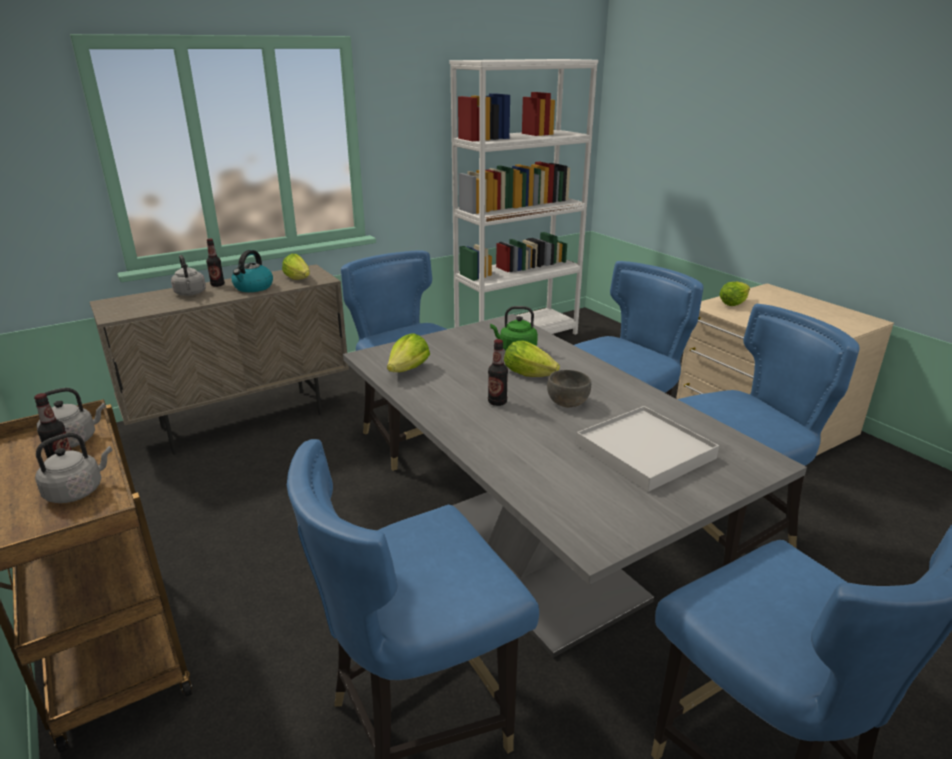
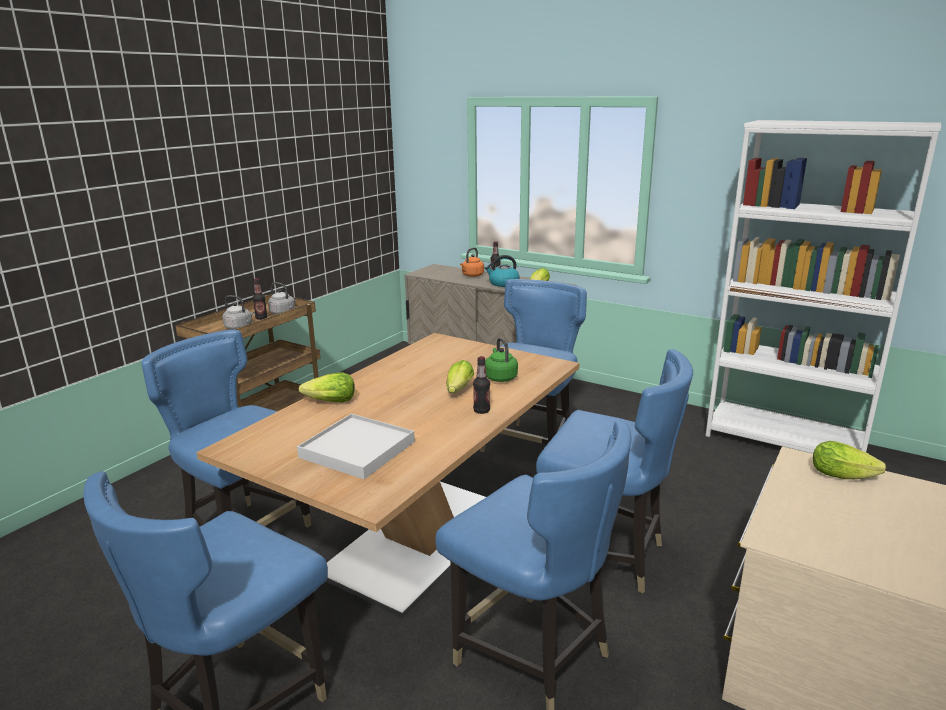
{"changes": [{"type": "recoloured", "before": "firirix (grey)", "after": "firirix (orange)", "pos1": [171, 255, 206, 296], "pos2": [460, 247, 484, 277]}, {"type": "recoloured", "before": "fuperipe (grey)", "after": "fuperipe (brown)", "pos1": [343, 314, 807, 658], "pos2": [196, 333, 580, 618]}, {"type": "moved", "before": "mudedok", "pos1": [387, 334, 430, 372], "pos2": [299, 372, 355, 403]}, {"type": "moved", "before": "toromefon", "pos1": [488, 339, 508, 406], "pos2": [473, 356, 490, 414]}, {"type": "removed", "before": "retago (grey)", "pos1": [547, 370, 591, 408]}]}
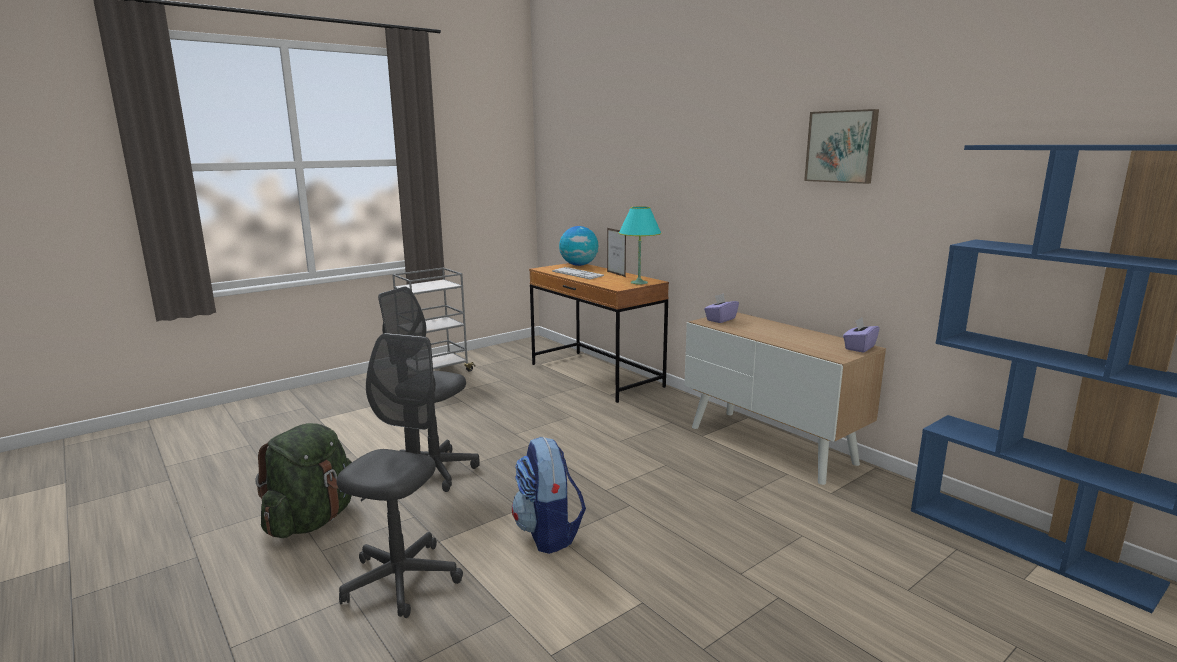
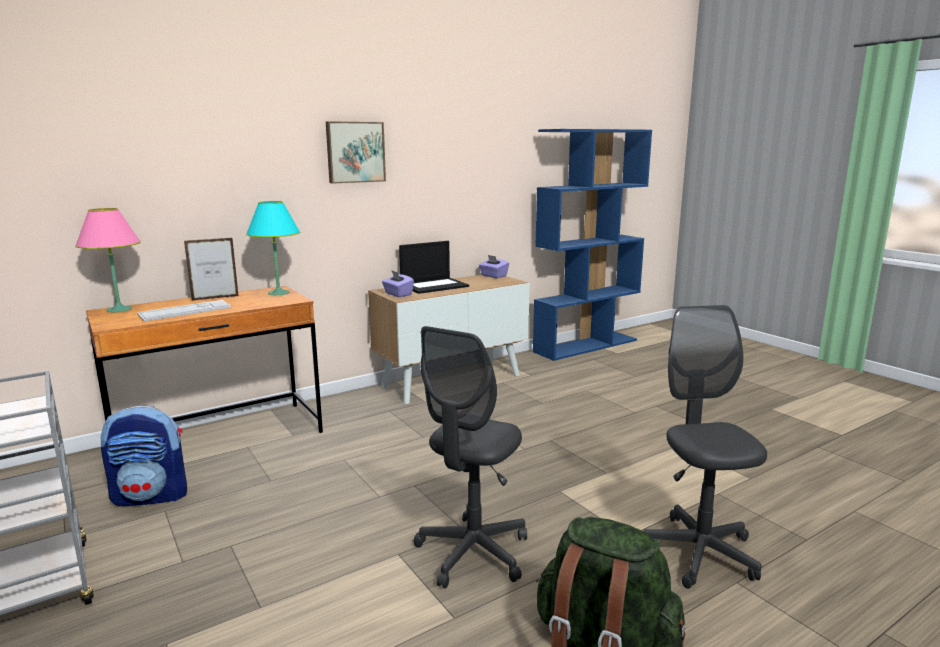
{"changes": [{"type": "moved", "before": "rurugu", "pos1": [804, 109, 879, 184], "pos2": [326, 121, 386, 184]}, {"type": "replaced", "before": "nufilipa", "after": "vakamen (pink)", "pos1": [559, 226, 598, 266], "pos2": [75, 208, 141, 312]}, {"type": "turned", "before": "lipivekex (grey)", "pos1": [336, 333, 463, 618], "pos2": [644, 305, 767, 589], "turn": 60}, {"type": "moved", "before": "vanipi", "pos1": [512, 437, 586, 554], "pos2": [100, 405, 187, 506]}, {"type": "added", "after": "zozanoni", "pos2": [399, 241, 469, 294]}]}
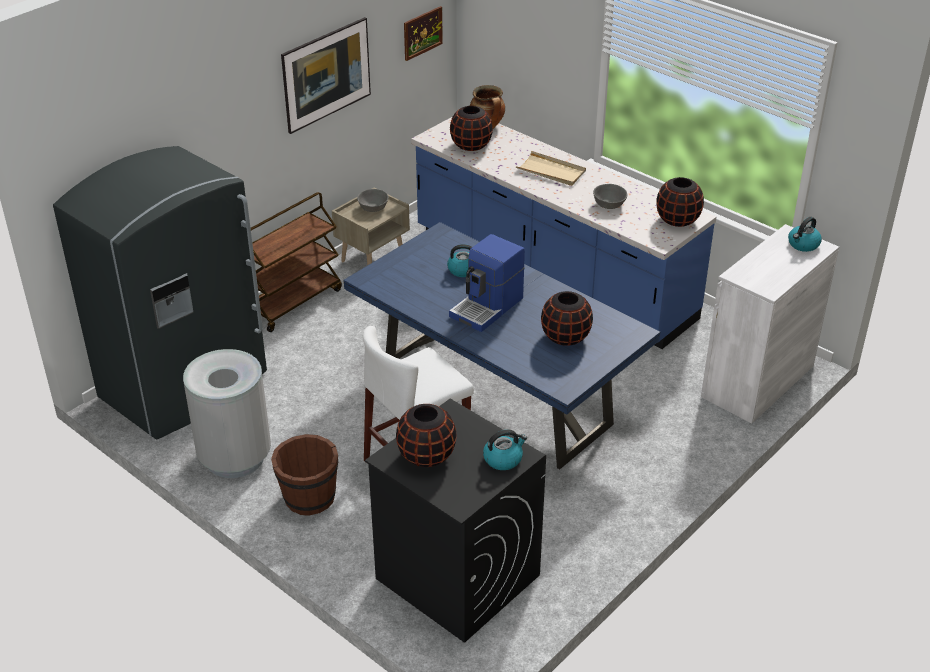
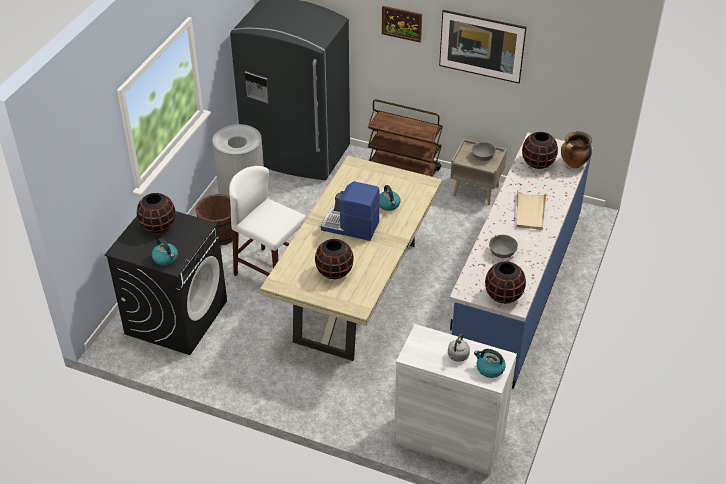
{"changes": [{"type": "moved", "before": "rurugu", "pos1": [404, 6, 443, 61], "pos2": [382, 6, 422, 43]}, {"type": "recoloured", "before": "fuperipe (blue)", "after": "fuperipe (beige)", "pos1": [343, 222, 660, 469], "pos2": [260, 156, 442, 361]}, {"type": "added", "after": "firirix (grey)", "pos2": [448, 334, 470, 362]}]}
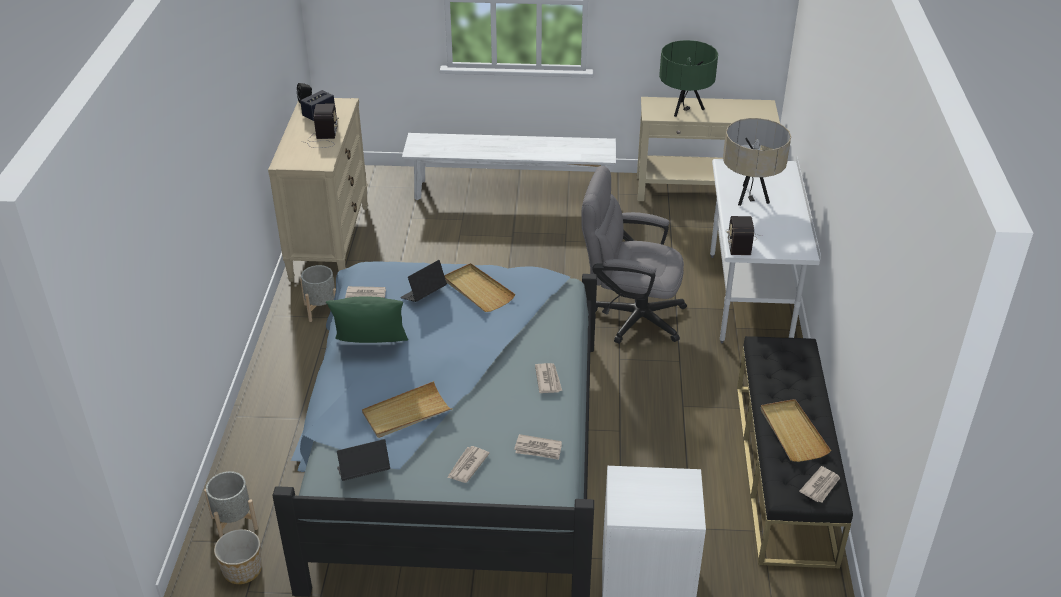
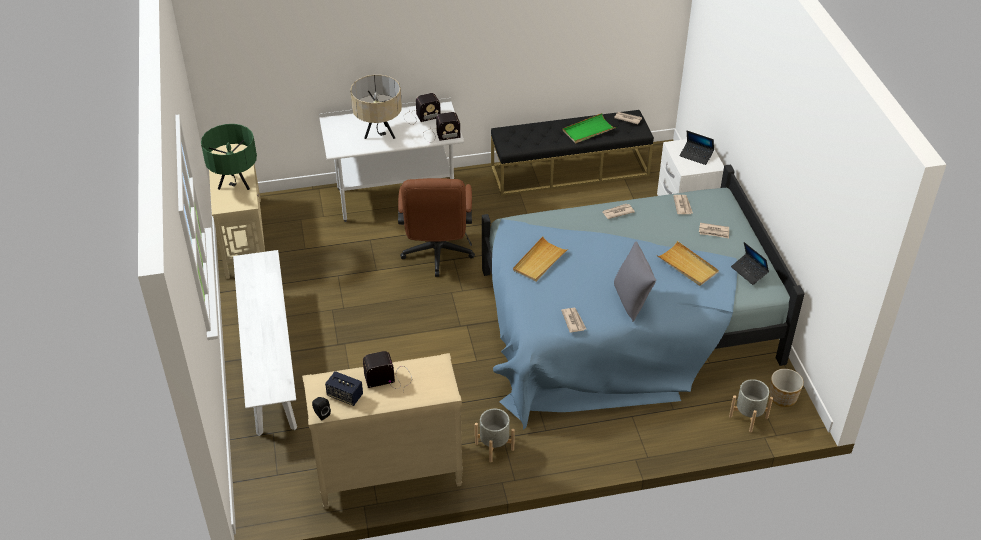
{"changes": [{"type": "recoloured", "before": "lipivekex (grey)", "after": "lipivekex (brown)", "pos1": [582, 166, 687, 344], "pos2": [398, 178, 475, 277]}, {"type": "moved", "before": "zozanoni", "pos1": [400, 260, 447, 302], "pos2": [680, 131, 714, 165]}, {"type": "recoloured", "before": "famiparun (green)", "after": "famiparun (grey)", "pos1": [326, 297, 408, 343], "pos2": [614, 242, 656, 322]}, {"type": "recoloured", "before": "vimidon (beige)", "after": "vimidon (green)", "pos1": [761, 399, 831, 462], "pos2": [563, 113, 616, 143]}, {"type": "added", "after": "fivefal", "pos2": [403, 93, 441, 125]}]}
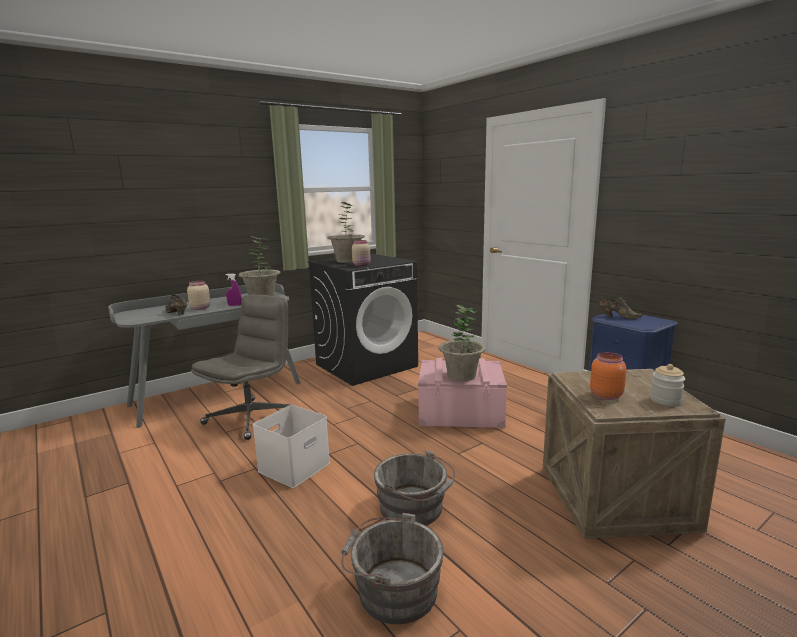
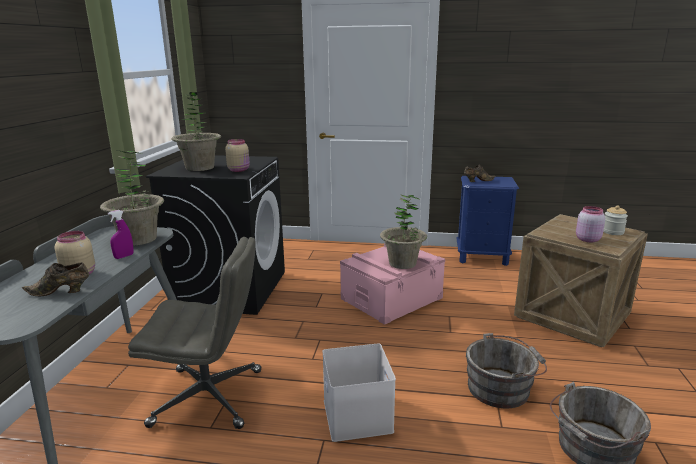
{"changes": [{"type": "turned", "before": "lipivekex (grey)", "pos1": [191, 294, 292, 440], "pos2": [128, 237, 261, 429], "turn": 105}, {"type": "recoloured", "before": "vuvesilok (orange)", "after": "vuvesilok (pink)", "pos1": [590, 352, 627, 400], "pos2": [576, 206, 606, 242]}]}
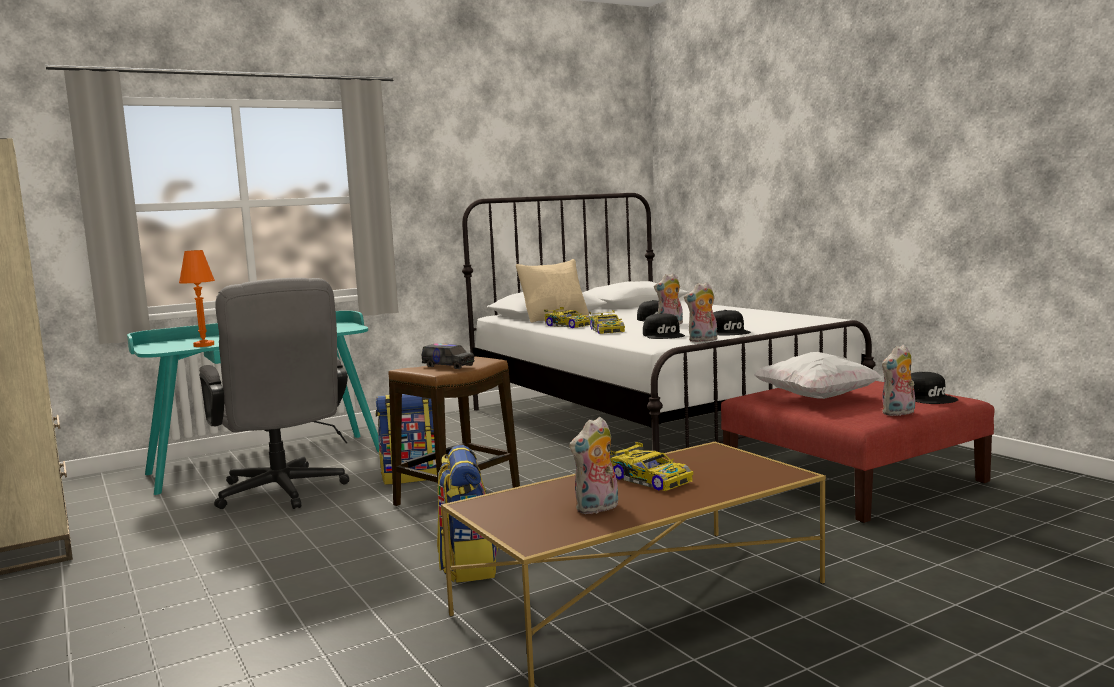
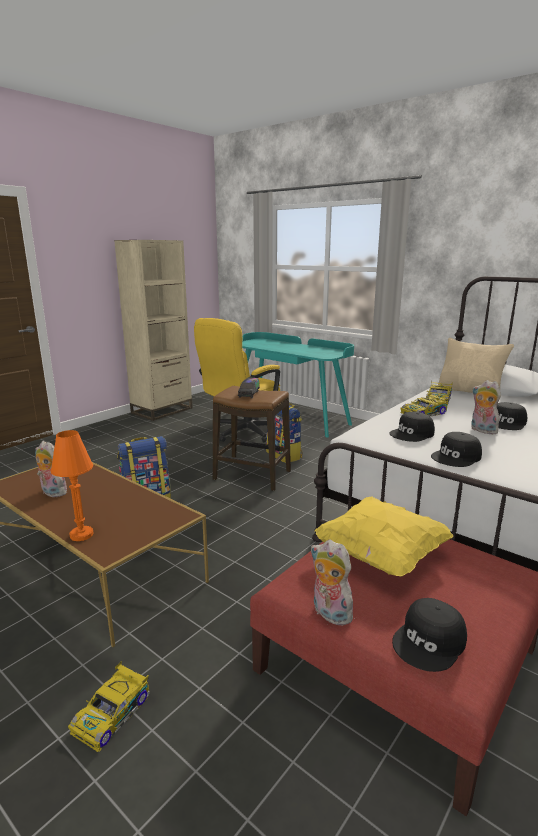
{"changes": [{"type": "moved", "before": "vakamen (orange)", "pos1": [179, 250, 215, 347], "pos2": [51, 430, 93, 541]}, {"type": "recoloured", "before": "lipivekex (grey)", "after": "lipivekex (yellow)", "pos1": [199, 278, 349, 509], "pos2": [194, 318, 281, 443]}, {"type": "removed", "before": "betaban", "pos1": [684, 282, 717, 342]}, {"type": "recoloured", "before": "famiparun (white)", "after": "famiparun (yellow)", "pos1": [754, 352, 882, 399], "pos2": [315, 496, 453, 577]}, {"type": "moved", "before": "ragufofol", "pos1": [610, 442, 693, 491], "pos2": [68, 661, 150, 752]}]}
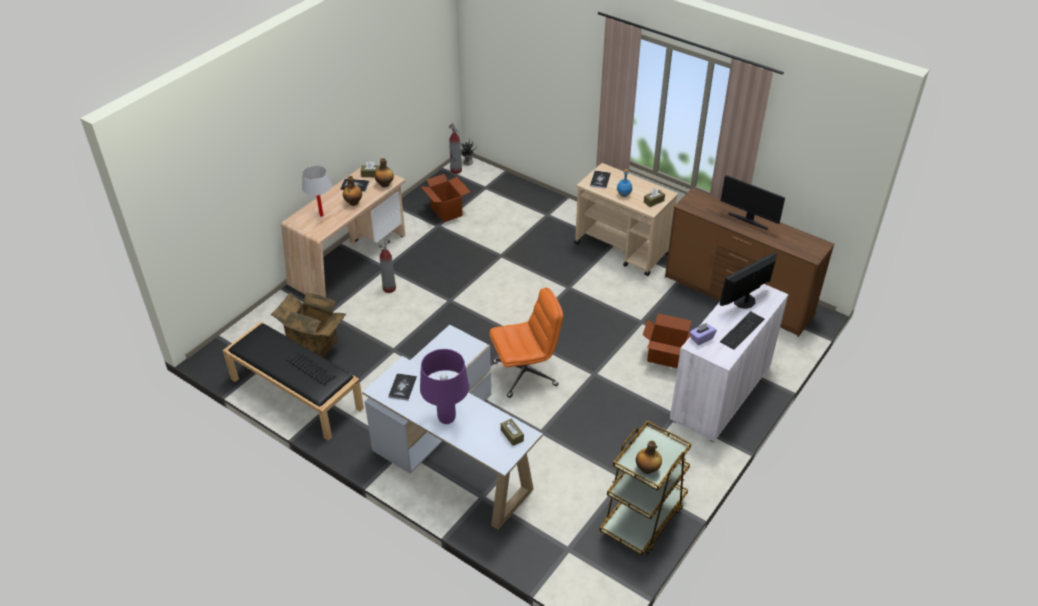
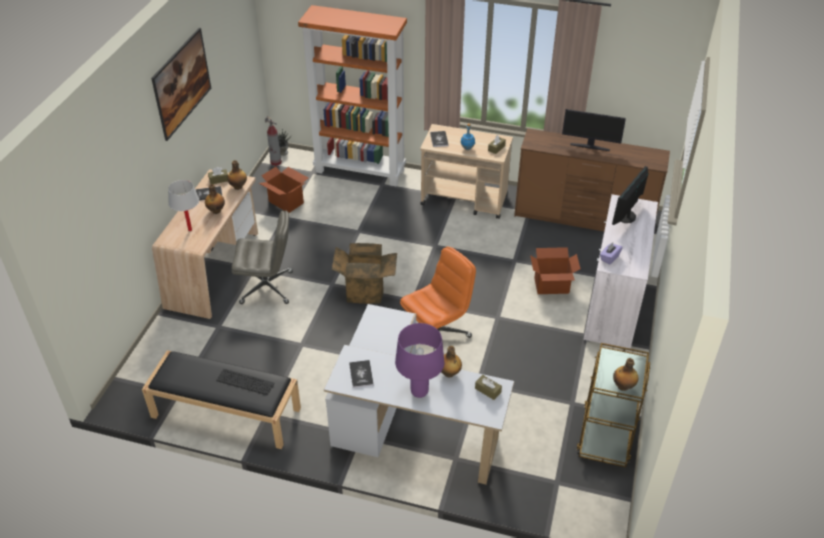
{"changes": [{"type": "replaced", "before": "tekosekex", "after": "lipivekex (grey)", "pos1": [379, 238, 396, 293], "pos2": [231, 211, 293, 304]}, {"type": "moved", "before": "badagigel", "pos1": [271, 292, 346, 358], "pos2": [332, 243, 397, 304]}, {"type": "removed", "before": "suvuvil", "pos1": [720, 311, 764, 350]}, {"type": "added", "after": "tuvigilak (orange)", "pos2": [298, 5, 407, 186]}, {"type": "added", "after": "rurugu", "pos2": [151, 28, 211, 141]}, {"type": "added", "after": "toromefon", "pos2": [441, 346, 462, 377]}]}
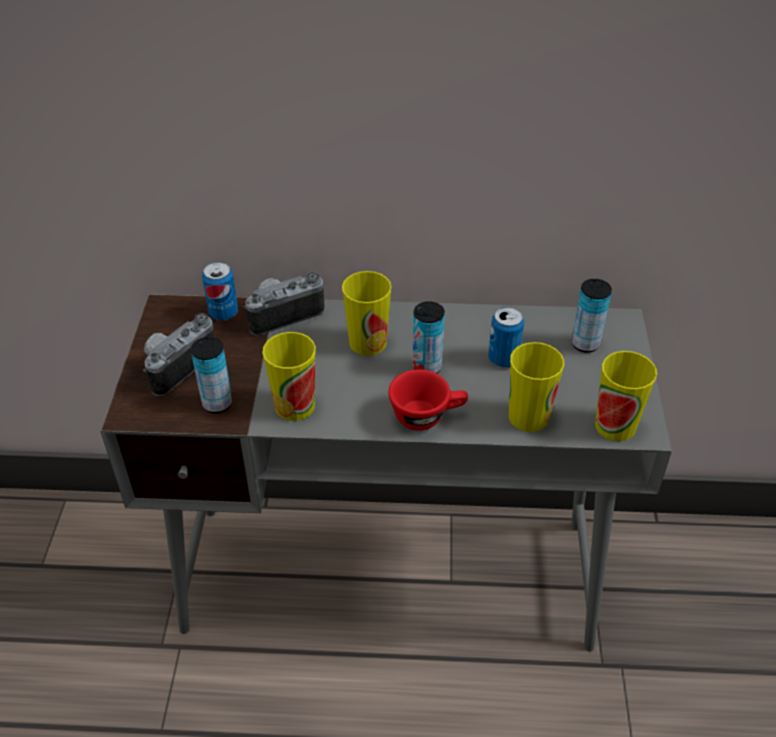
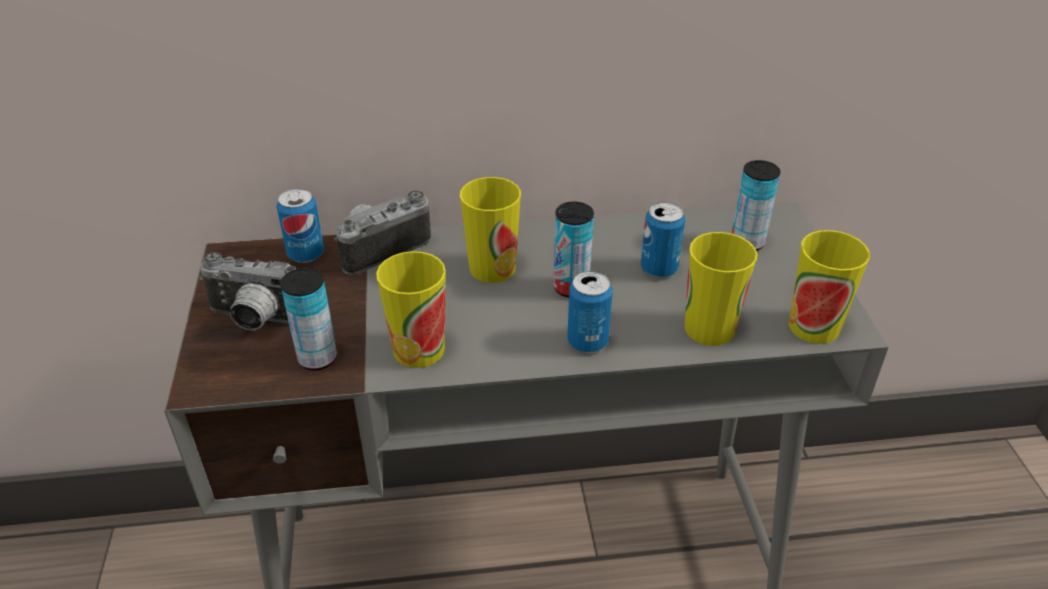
{"changes": [{"type": "turned", "before": "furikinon", "pos1": [143, 313, 215, 396], "pos2": [199, 252, 296, 330], "turn": -105}, {"type": "replaced", "before": "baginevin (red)", "after": "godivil", "pos1": [388, 369, 468, 431], "pos2": [567, 271, 613, 353]}]}
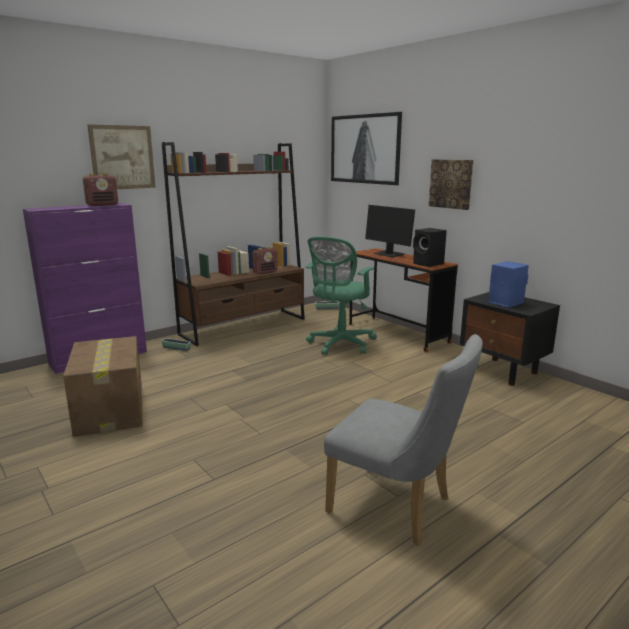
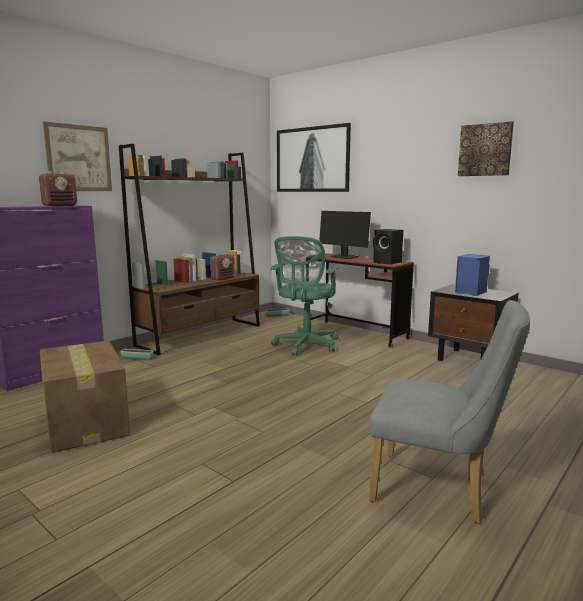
{"changes": [{"type": "moved", "before": "rurugu", "pos1": [429, 159, 473, 210], "pos2": [458, 121, 514, 176]}]}
